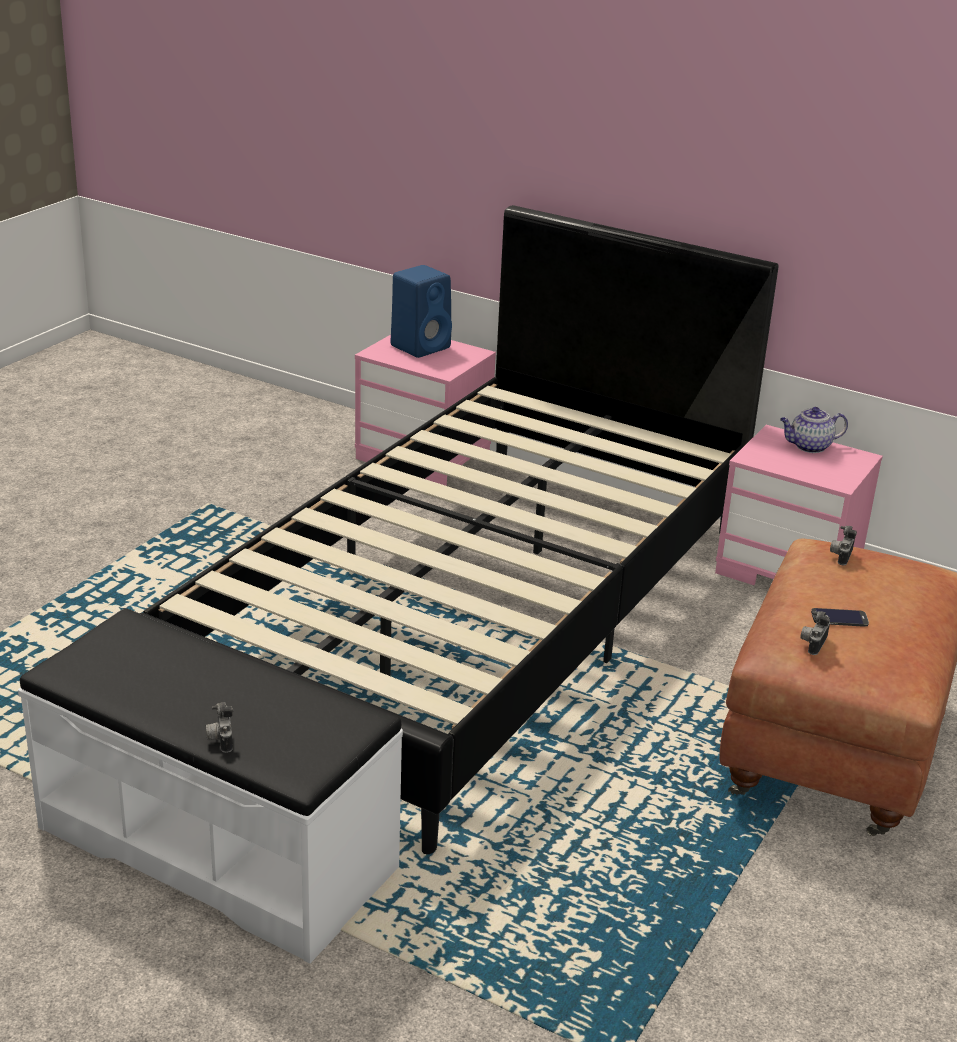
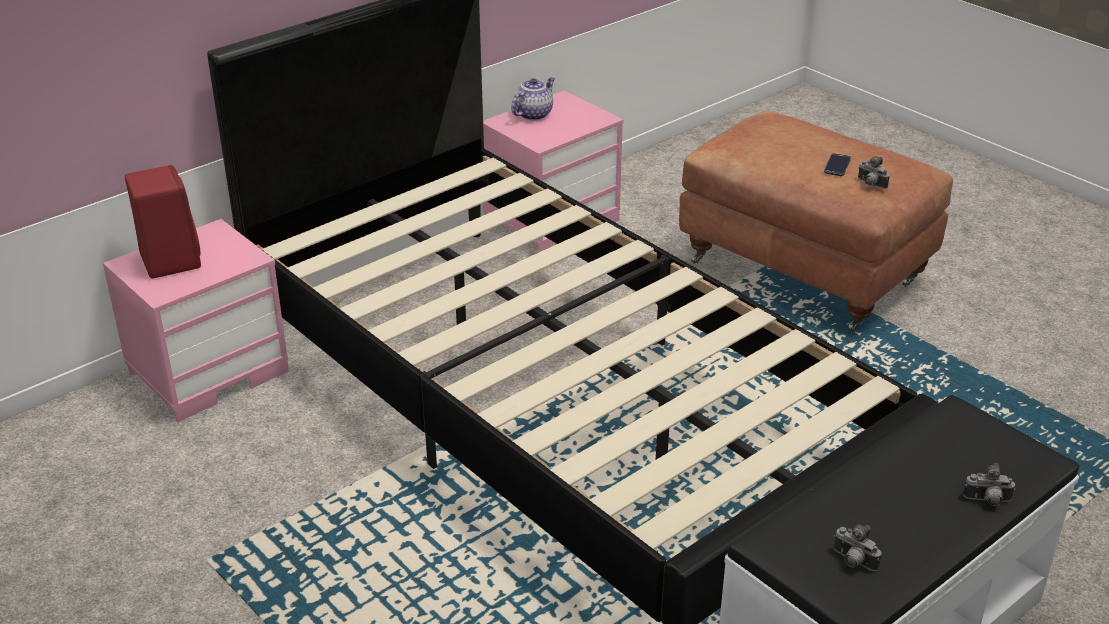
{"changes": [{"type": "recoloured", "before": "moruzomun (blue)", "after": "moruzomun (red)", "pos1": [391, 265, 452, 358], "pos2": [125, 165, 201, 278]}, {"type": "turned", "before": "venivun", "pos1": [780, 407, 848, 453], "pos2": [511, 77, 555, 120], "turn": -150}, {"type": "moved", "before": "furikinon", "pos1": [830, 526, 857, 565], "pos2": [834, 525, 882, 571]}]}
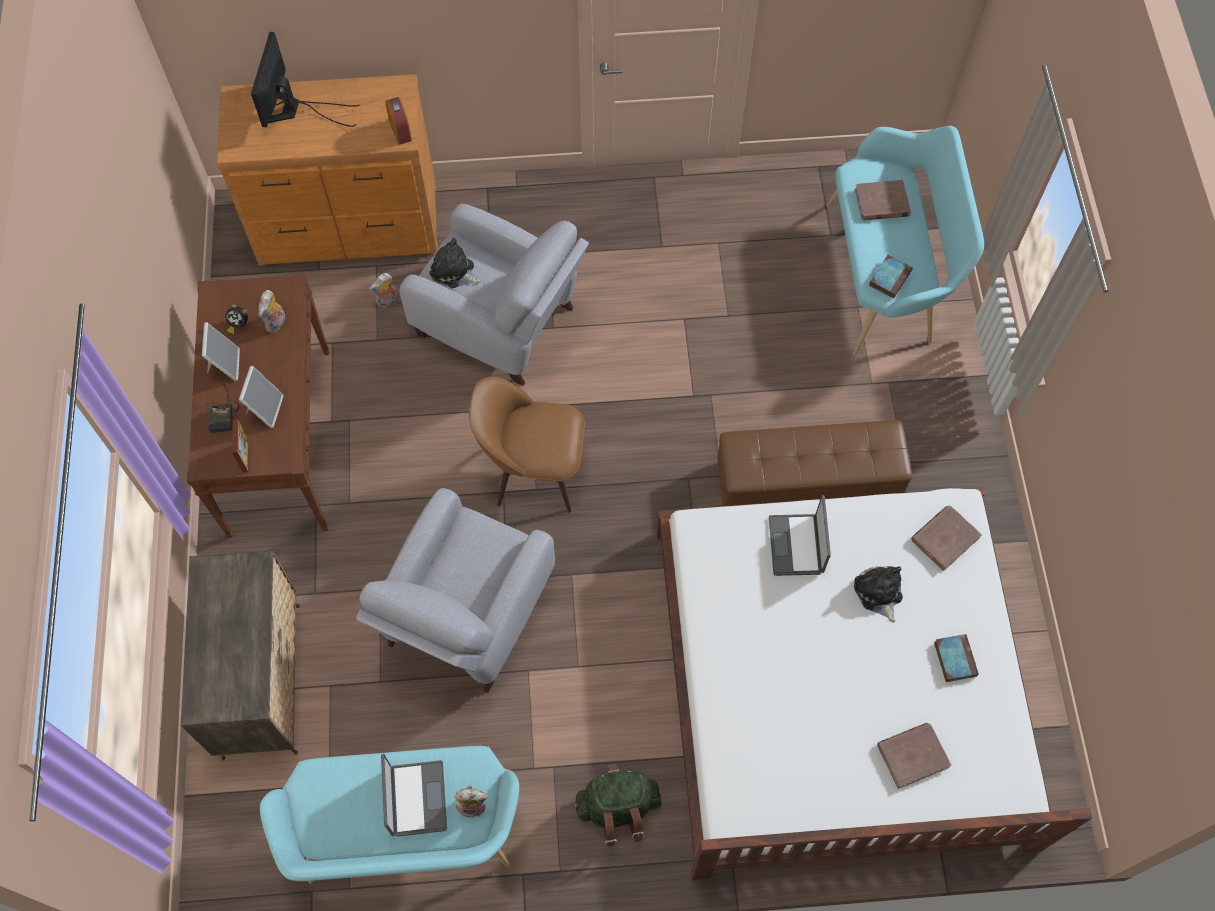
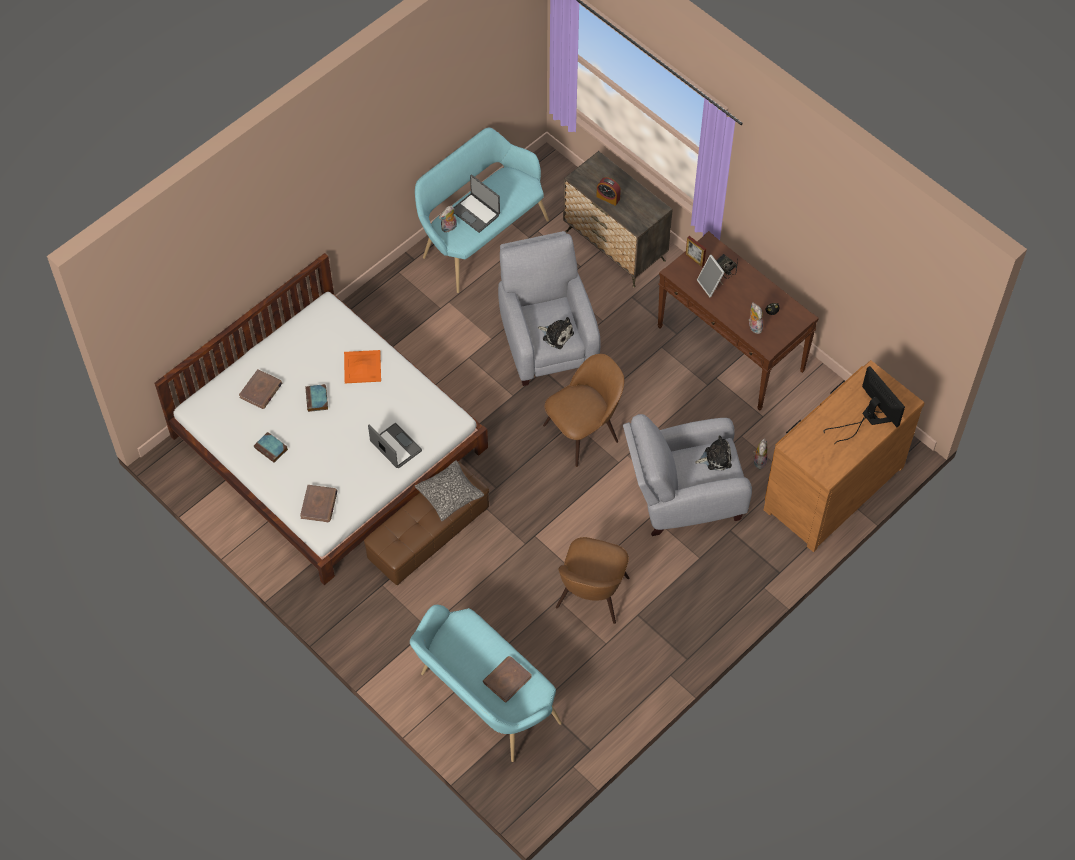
{"changes": [{"type": "moved", "before": "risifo", "pos1": [385, 97, 412, 145], "pos2": [596, 177, 621, 206]}, {"type": "moved", "before": "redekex", "pos1": [869, 255, 913, 298], "pos2": [305, 384, 328, 412]}, {"type": "removed", "before": "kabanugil", "pos1": [202, 322, 240, 381]}, {"type": "moved", "before": "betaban", "pos1": [854, 566, 903, 623], "pos2": [538, 317, 574, 349]}, {"type": "removed", "before": "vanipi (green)", "pos1": [573, 764, 662, 846]}, {"type": "added", "after": "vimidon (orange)", "pos2": [344, 350, 381, 383]}, {"type": "added", "after": "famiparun", "pos2": [415, 460, 484, 521]}, {"type": "added", "after": "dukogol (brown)", "pos2": [556, 537, 629, 624]}]}
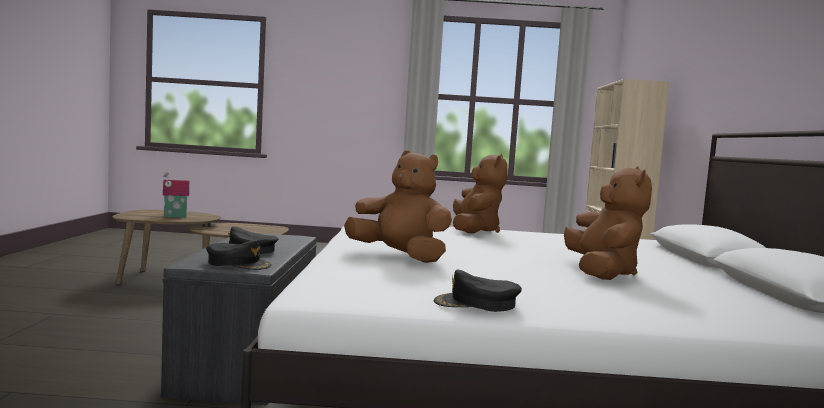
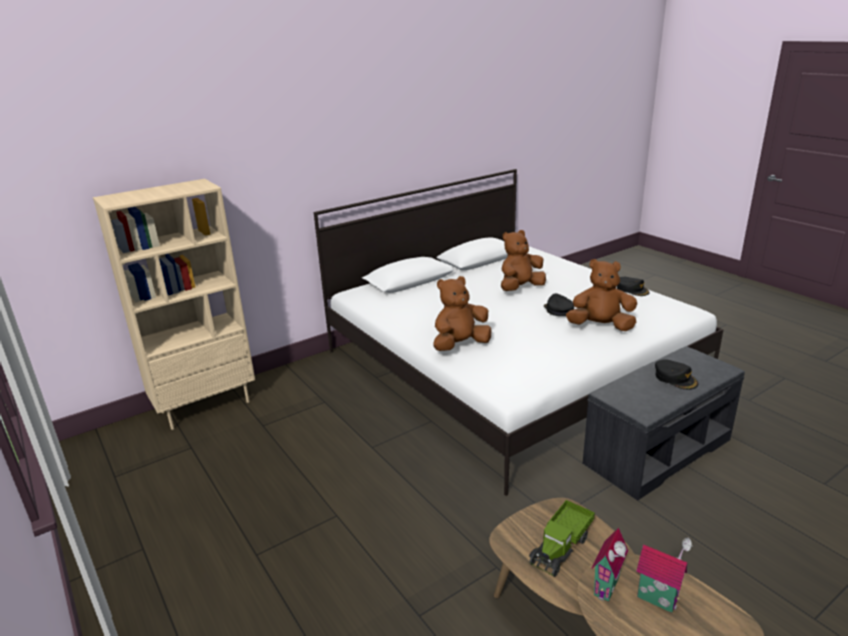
{"changes": [{"type": "turned", "before": "betaban (brown)", "pos1": [344, 150, 452, 263], "pos2": [566, 259, 637, 331], "turn": 105}, {"type": "moved", "before": "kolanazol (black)", "pos1": [206, 240, 271, 270], "pos2": [544, 293, 574, 316]}, {"type": "added", "after": "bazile", "pos2": [529, 500, 595, 577]}, {"type": "added", "after": "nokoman", "pos2": [591, 528, 628, 602]}]}
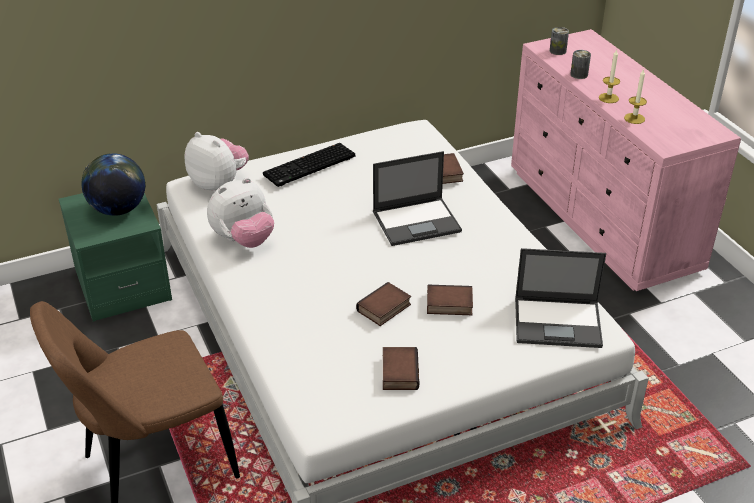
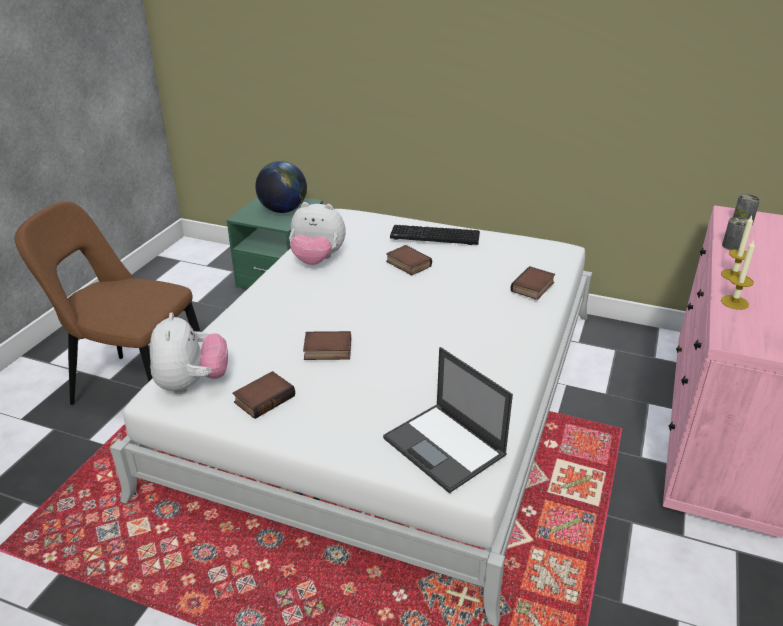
{"changes": [{"type": "moved", "before": "betaban", "pos1": [184, 132, 249, 192], "pos2": [150, 313, 228, 394]}, {"type": "removed", "before": "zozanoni", "pos1": [373, 151, 462, 246]}, {"type": "moved", "before": "redekex", "pos1": [427, 285, 473, 315], "pos2": [386, 245, 432, 275]}]}
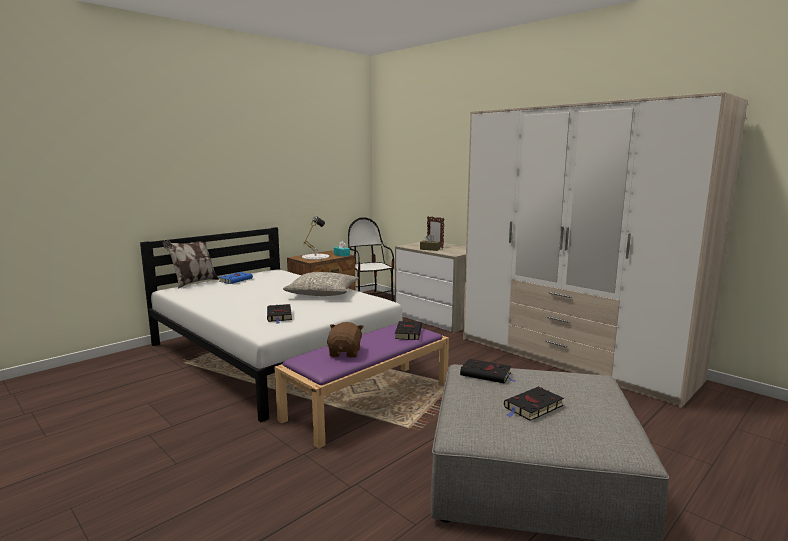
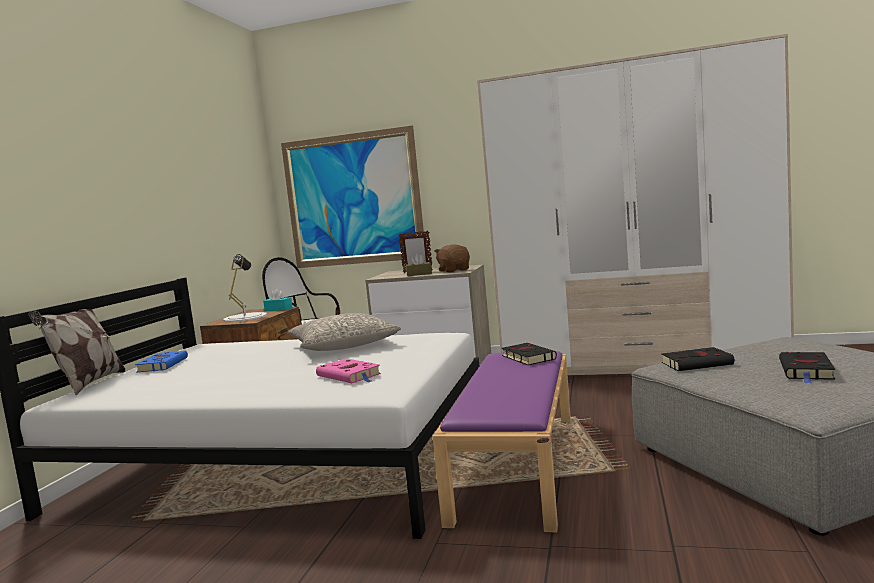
{"changes": [{"type": "recoloured", "before": "redekex (black)", "after": "redekex (pink)", "pos1": [267, 304, 292, 324], "pos2": [316, 358, 381, 383]}, {"type": "moved", "before": "betaban (brown)", "pos1": [327, 322, 364, 358], "pos2": [434, 244, 470, 272]}, {"type": "added", "after": "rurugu", "pos2": [281, 125, 424, 268]}]}
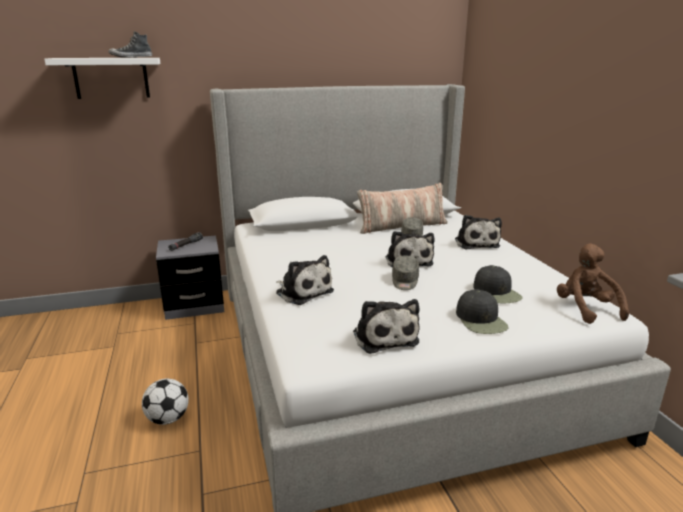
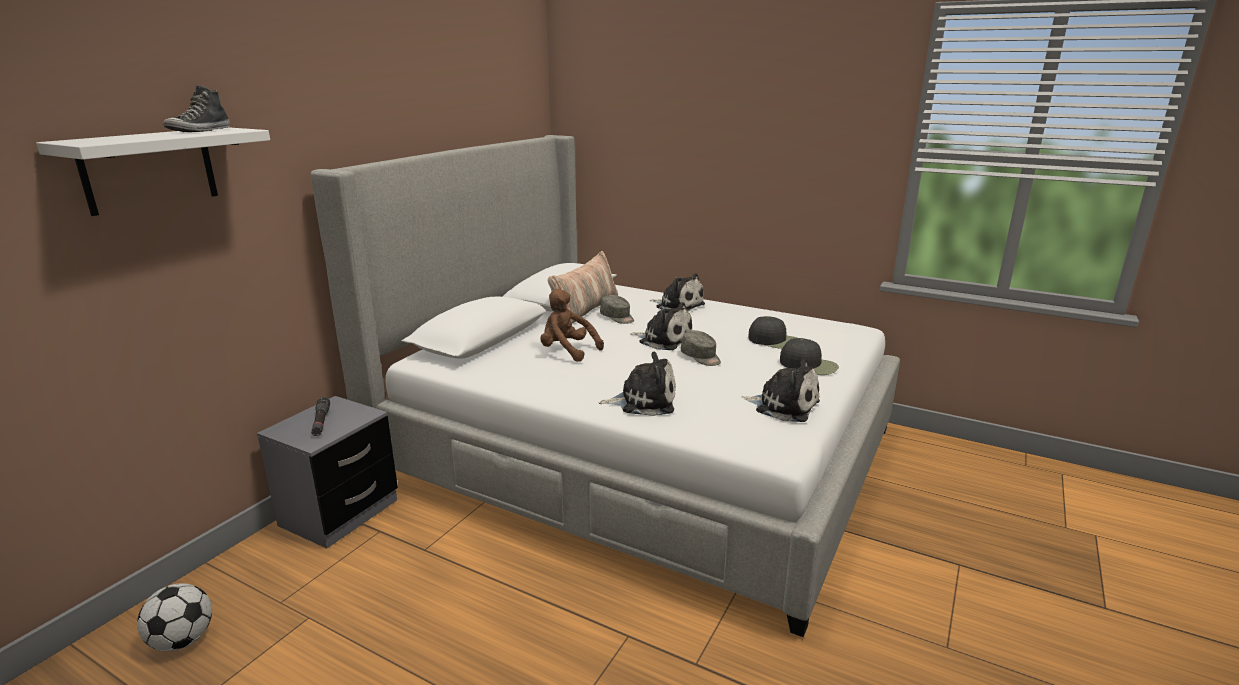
{"changes": [{"type": "moved", "before": "betaban (brown)", "pos1": [557, 244, 629, 324], "pos2": [540, 289, 604, 362]}, {"type": "moved", "before": "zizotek", "pos1": [142, 379, 189, 425], "pos2": [137, 583, 212, 651]}]}
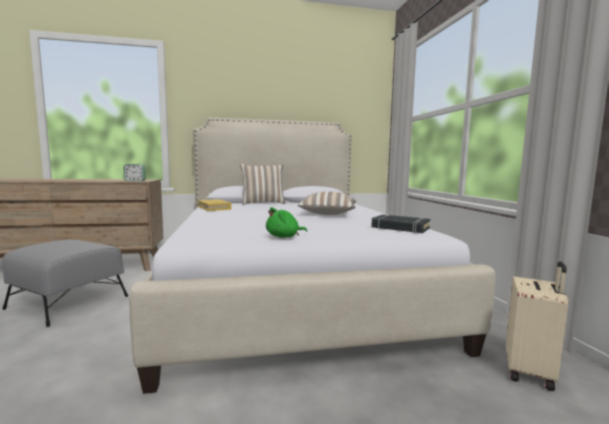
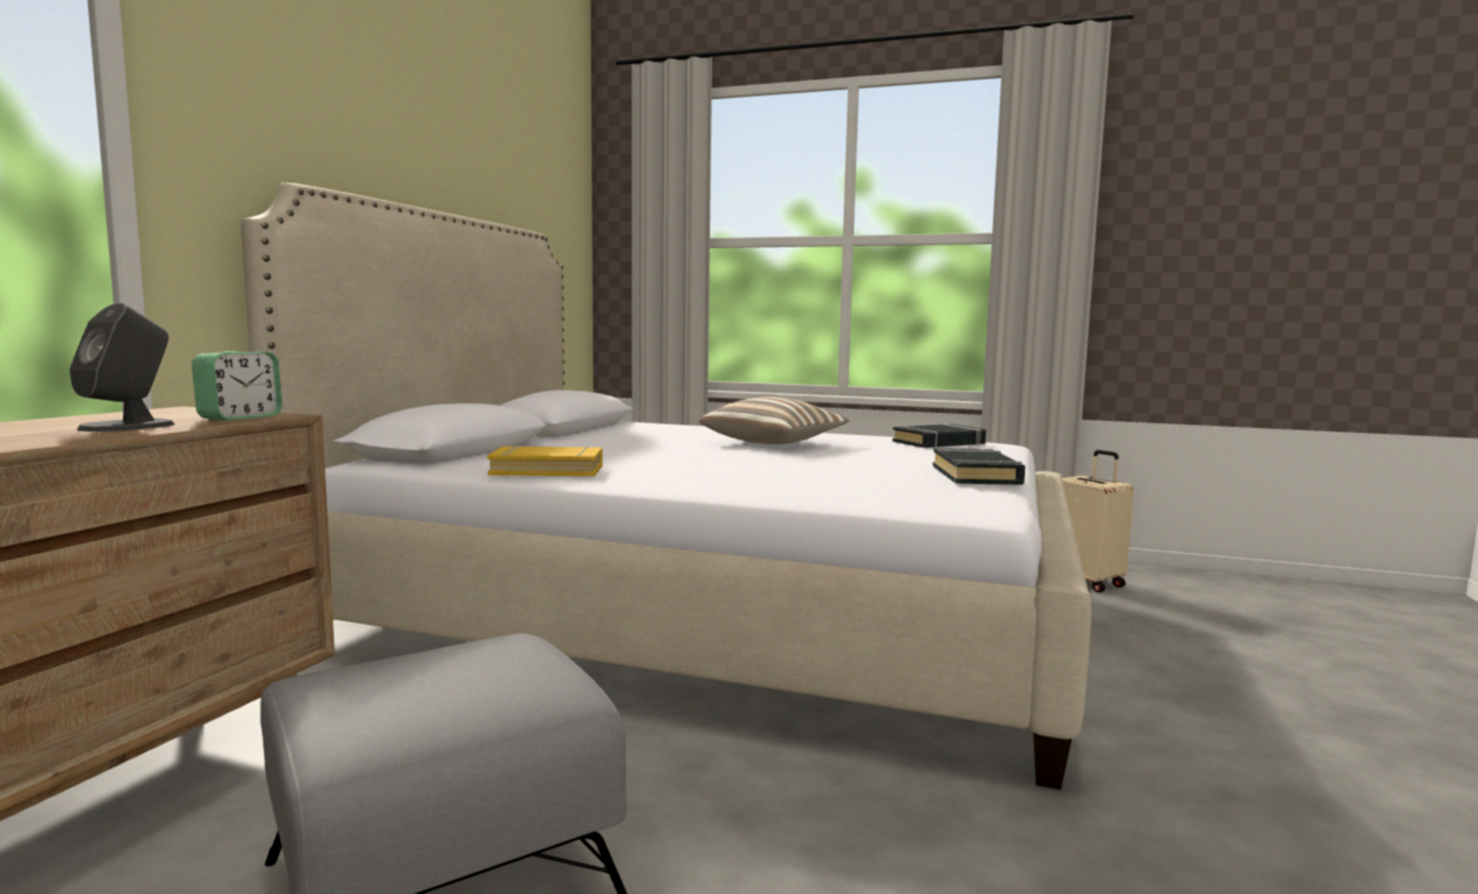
{"changes": [{"type": "removed", "before": "famiparun", "pos1": [240, 163, 286, 205]}, {"type": "replaced", "before": "betaban (green)", "after": "redekex (black)", "pos1": [266, 207, 307, 238], "pos2": [933, 448, 1025, 485]}, {"type": "added", "after": "moruzomun (grey)", "pos2": [69, 303, 175, 432]}]}
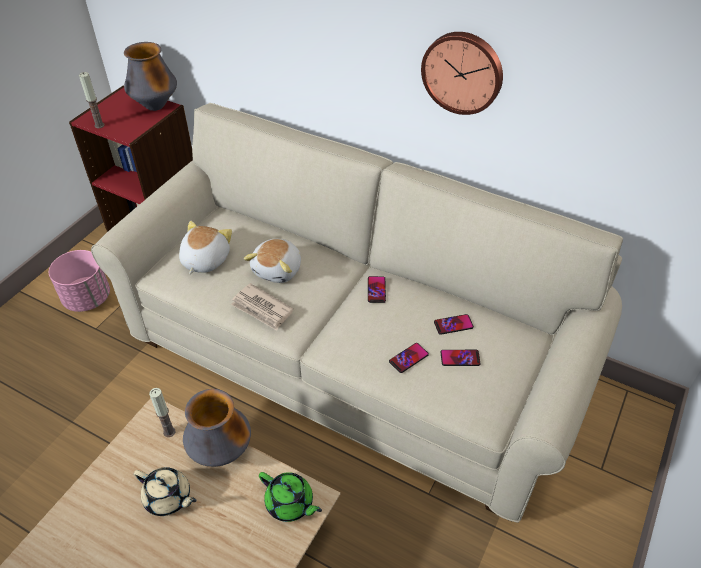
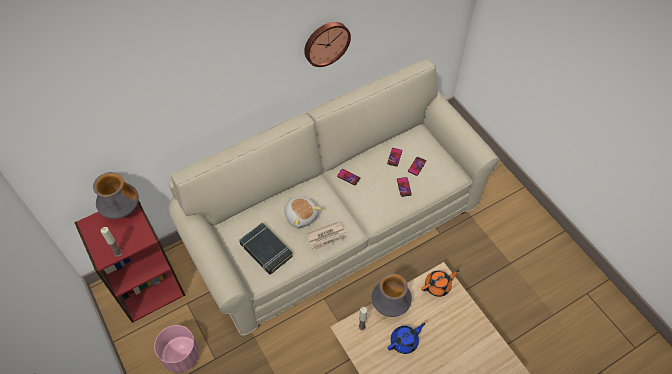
{"changes": [{"type": "replaced", "before": "betaban", "after": "redekex (black)", "pos1": [179, 221, 232, 274], "pos2": [239, 223, 293, 275]}, {"type": "recoloured", "before": "venivun (beige)", "after": "venivun (blue)", "pos1": [134, 467, 197, 516], "pos2": [388, 323, 425, 354]}, {"type": "recoloured", "before": "venivun (green)", "after": "venivun (orange)", "pos1": [259, 472, 322, 522], "pos2": [421, 270, 460, 297]}]}
